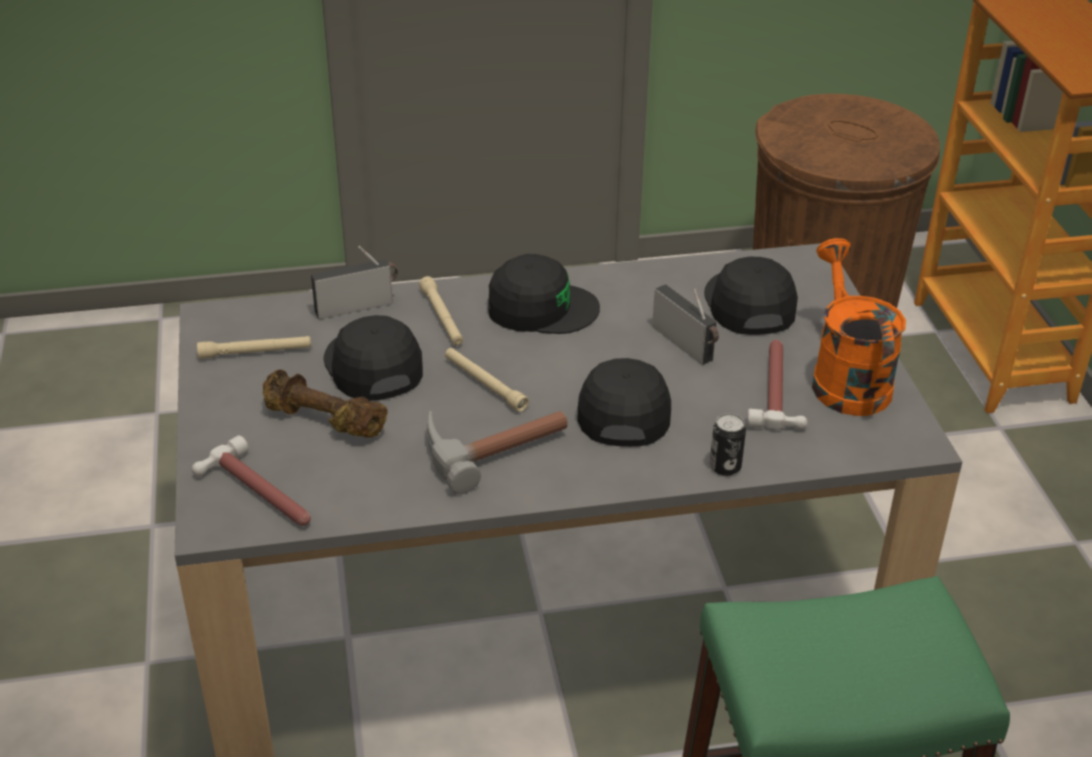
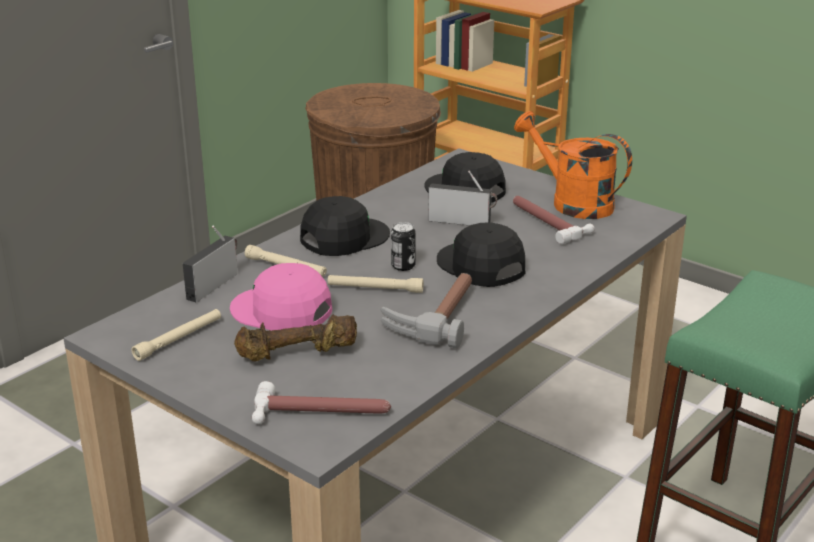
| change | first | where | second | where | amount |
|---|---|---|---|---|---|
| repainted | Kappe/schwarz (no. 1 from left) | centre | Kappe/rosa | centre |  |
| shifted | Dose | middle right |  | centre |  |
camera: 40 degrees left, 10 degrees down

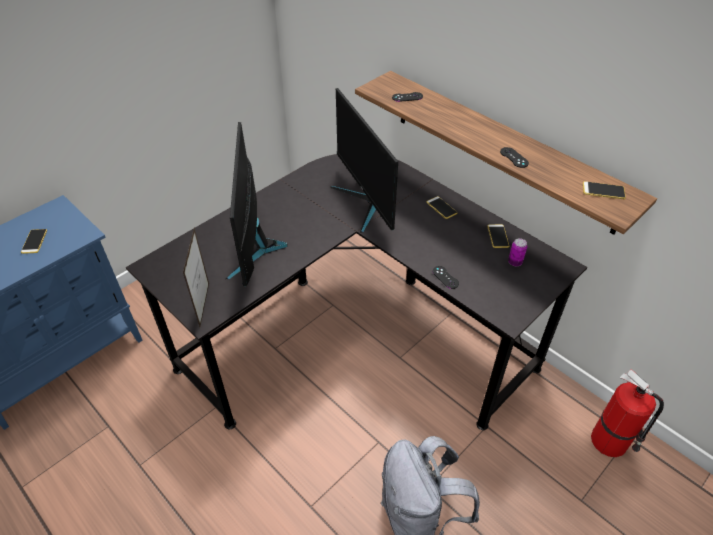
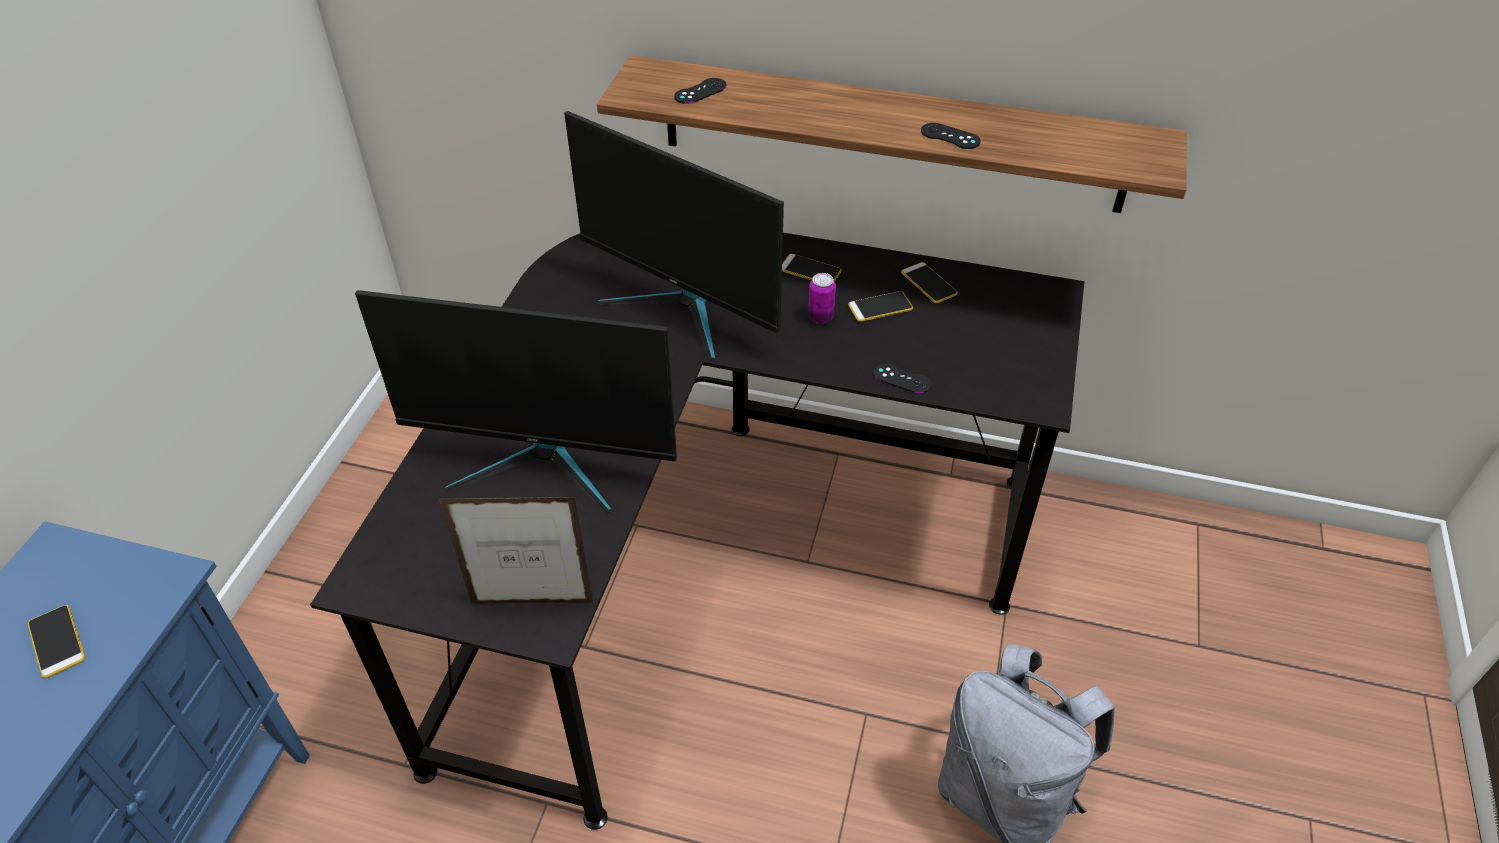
| change | first | where | second | where | amount |
|---|---|---|---|---|---|
| rotated | Monitor (no. 1 from left) | centre |  | centre | 45 degrees counterclockwise |
| shifted | Handy (no. 4 from left in the first image) | middle right | Handy (no. 3 from left) | centre |  |
| rotated | Bilderrahmen | middle left |  | centre | 60 degrees counterclockwise |
| shifted | Dose | middle right |  | centre |  |
| gone | Feuerlöscher | bottom right |  |  |  |
camera: 30 degrees left, 0 degrees up

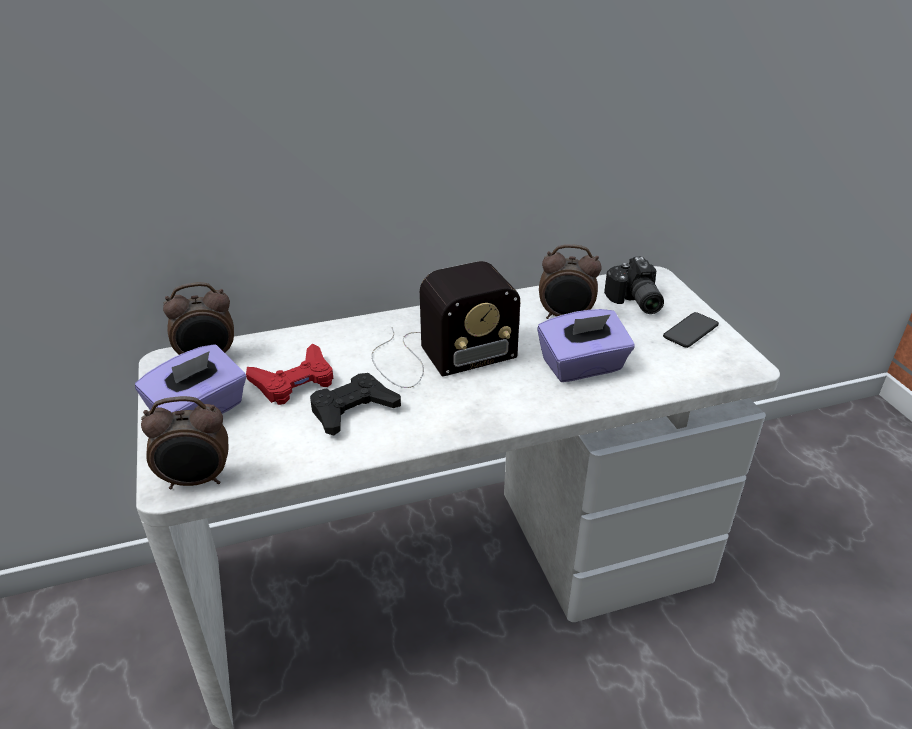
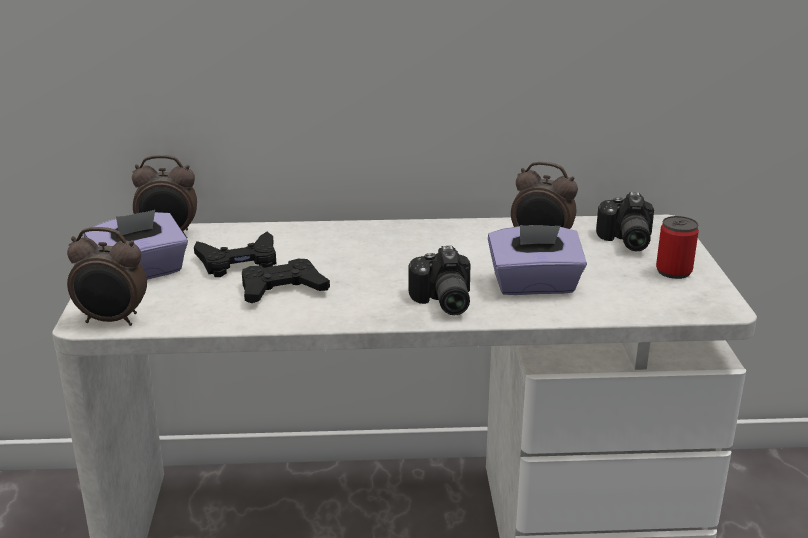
| change | first | where | second | where | amount |
|---|---|---|---|---|---|
| gone | Radio | centre |  |  |  |
| swapped | Handy | middle right | Dose | middle right |  |
| repainted | Gamepad/rot | middle left | Gamepad/schwarz (no. 1 from left) | middle left |  |
| new |  |  | Kamera (no. 1 from left) | centre |  |
camera: 15 degrees right, 10 degrees down

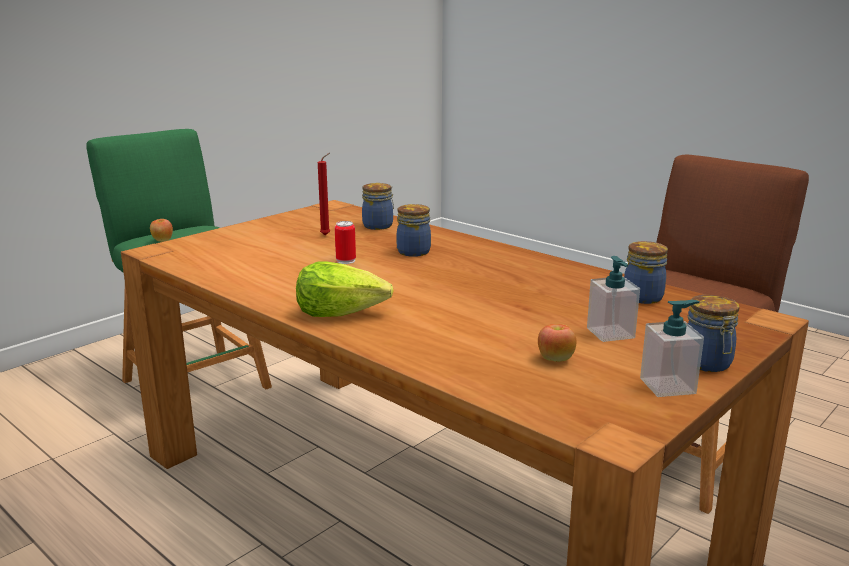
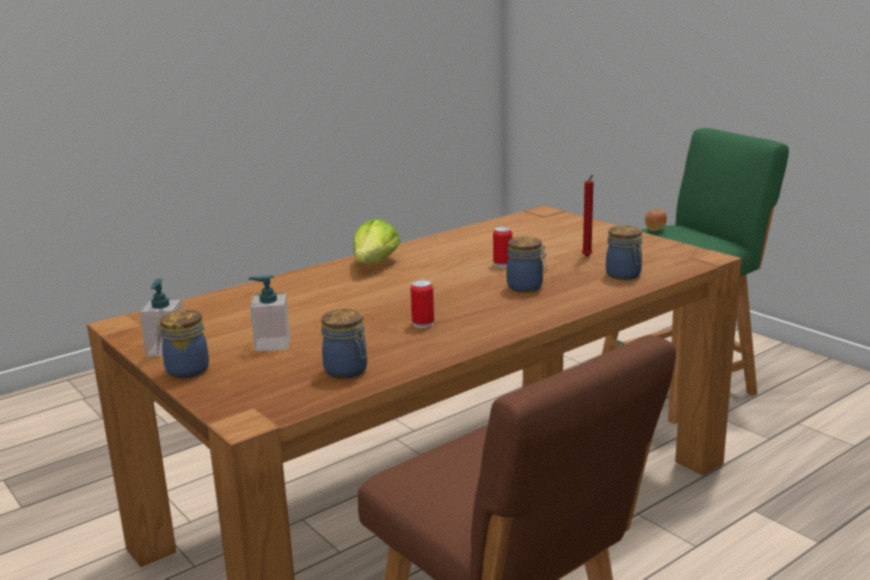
| change | first | where | second | where | amount |
|---|---|---|---|---|---|
| gone | Apfel (no. 2 from left) | centre |  |  |  |
| new |  |  | Dose (no. 1 from left) | centre |  |
camera: 100 degrees right, 0 degrees up

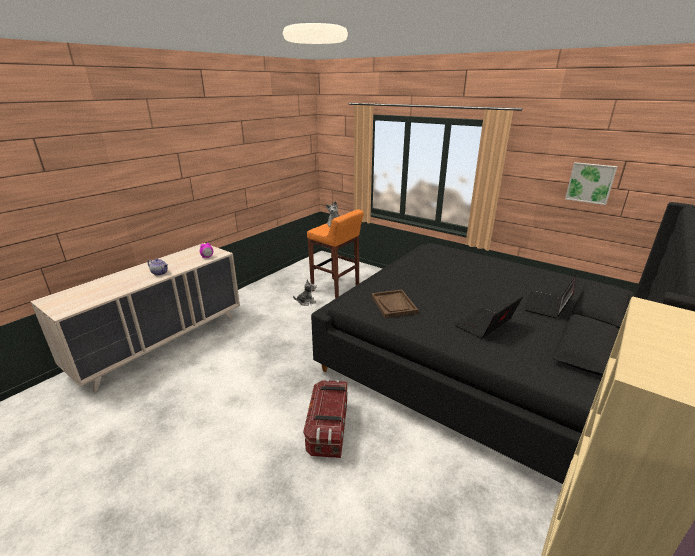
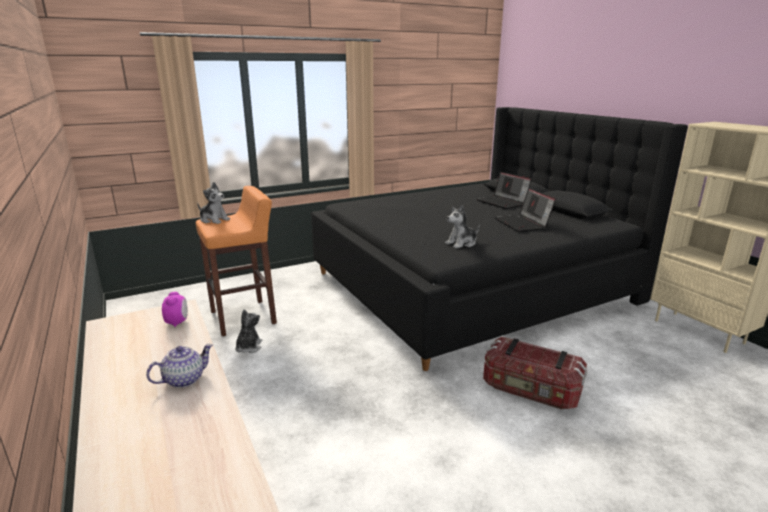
| change | first | where | second | where | amount |
|---|---|---|---|---|---|
| gone | Bild | top right |  |  |  |
| swapped | Tablett/braun | centre | Plüschtier (no. 3 from left) | centre |  |
camera: 65 degrees left, 5 degrees down

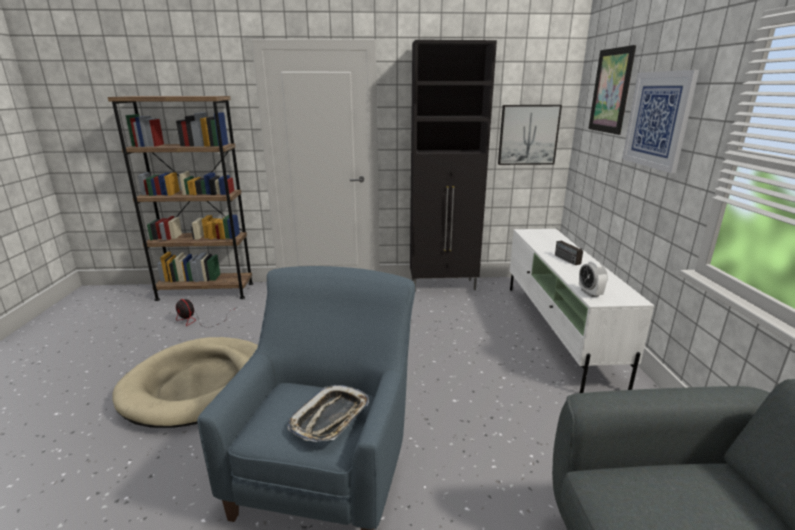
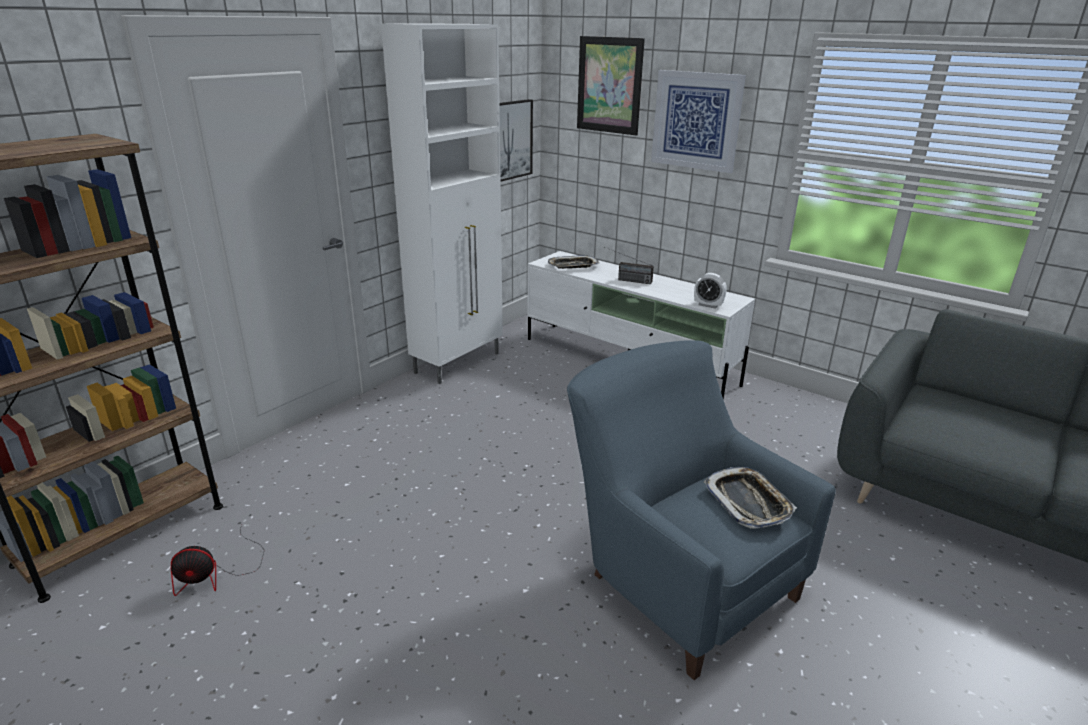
| change | first | where | second | where | amount |
|---|---|---|---|---|---|
| repainted | Schrank/schwarz | top centre | Schrank/weiß | top centre |  |
| gone | Hundebett/beige | bottom left |  |  |  |
| new |  |  | Tablett (no. 1 from left) | centre |  |
camera: 50 degrees left, 5 degrees up

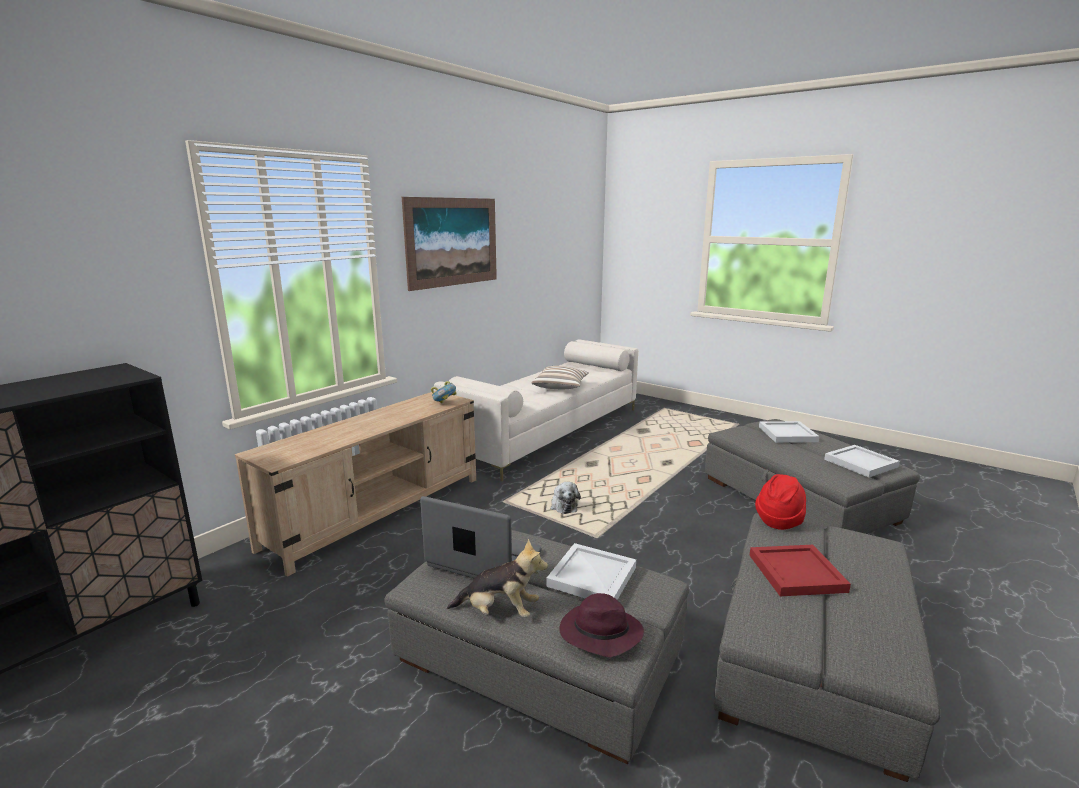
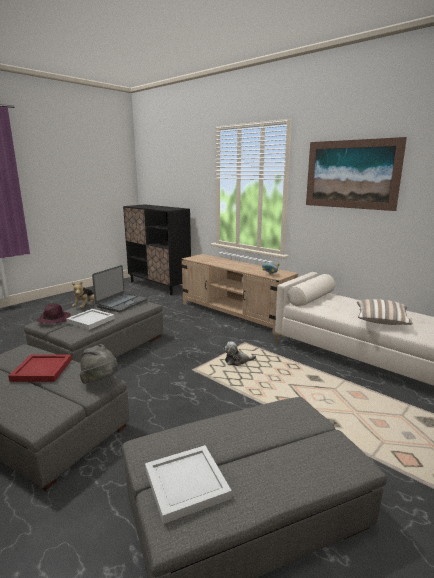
| change | first | where | second | where | amount |
|---|---|---|---|---|---|
| gone | Tablett/weiß (no. 2 from left) | middle right |  |  |  |
| repainted | Hut/rot | middle right | Hut/grau | middle left |  |
camera: 95 degrees right, 0 degrees up

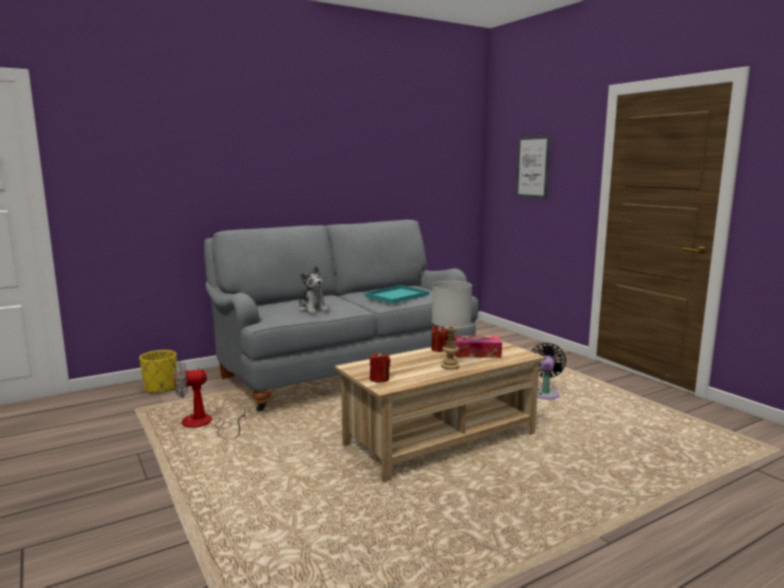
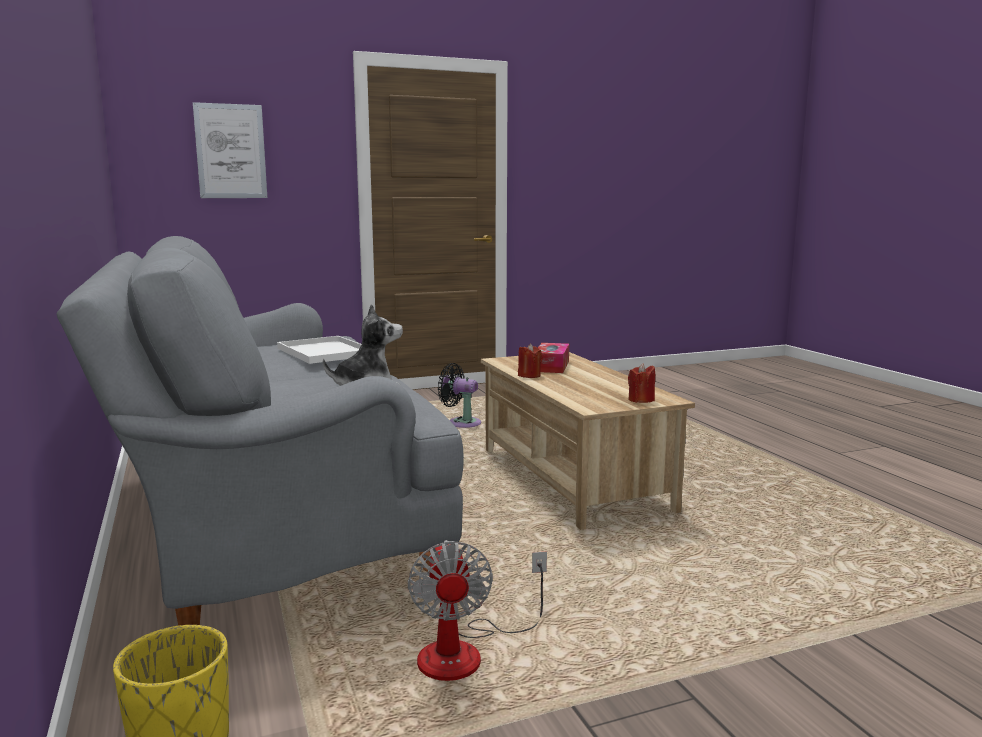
| change | first | where | second | where | amount |
|---|---|---|---|---|---|
| gone | Tischlampe/grau | centre |  |  |  |
| repainted | Tablett/türkis | centre | Tablett/weiß | middle left |  |
camera: 80 degrees left, 0 degrees up

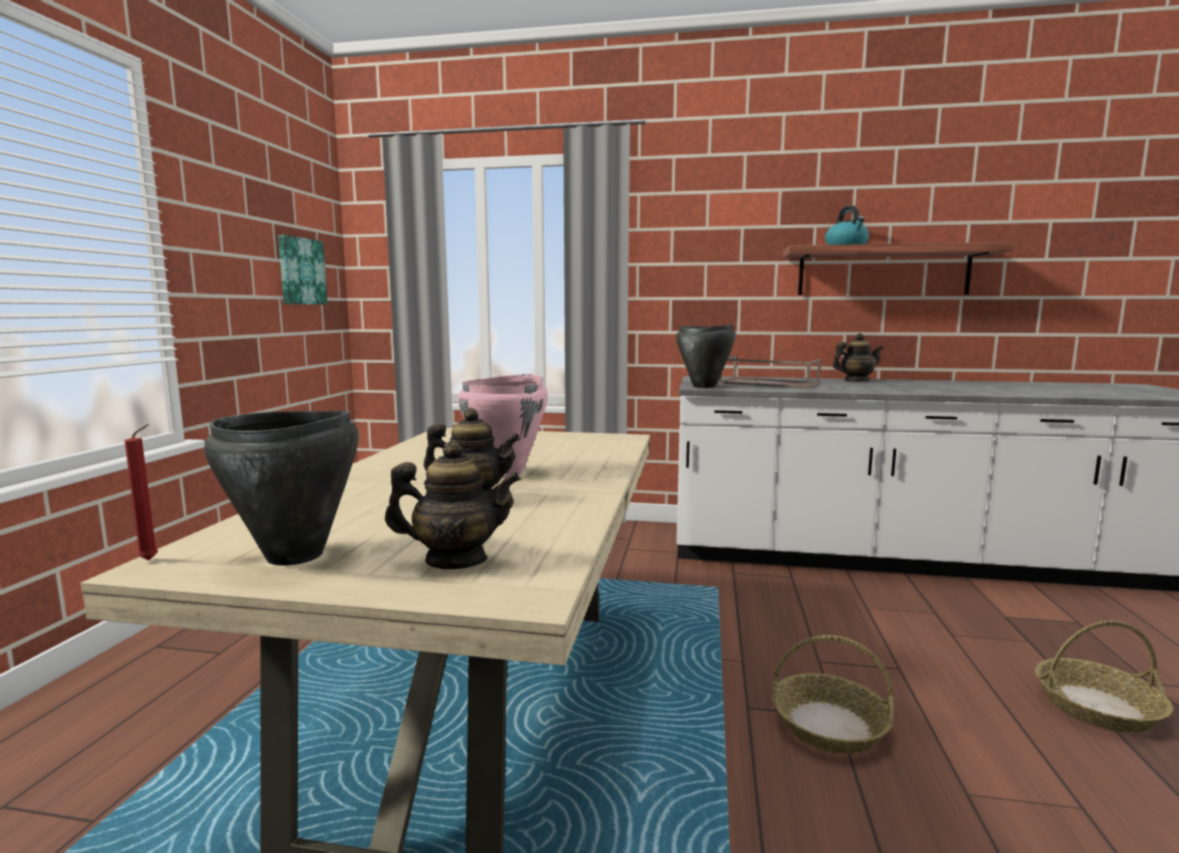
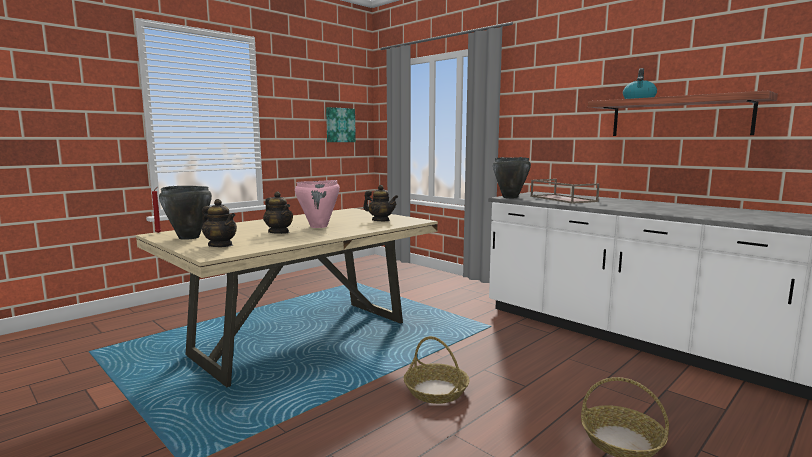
| change | first | where | second | where | amount |
|---|---|---|---|---|---|
| shifted | Teekanne (no. 3 from left) | middle right |  | centre |  |
camera: 35 degrees right, 0 degrees up

